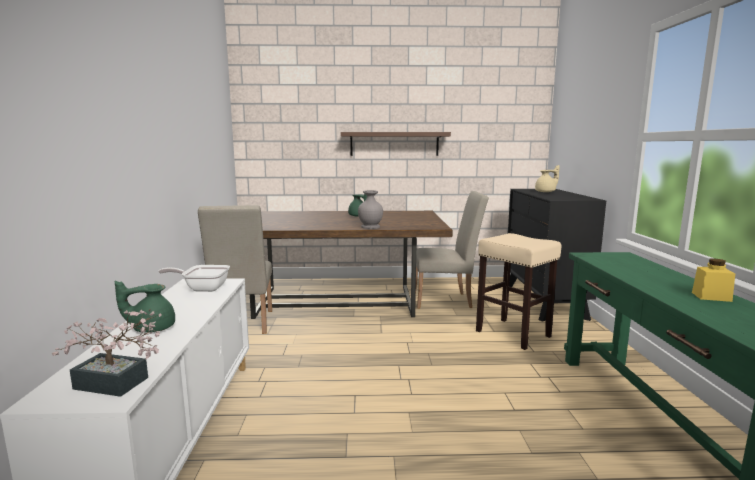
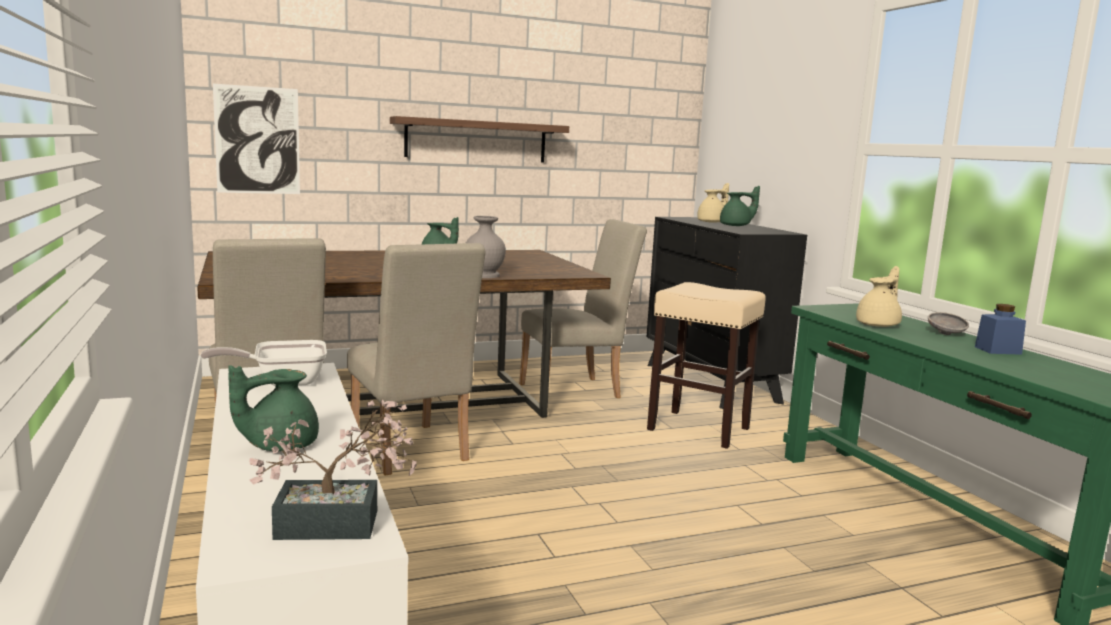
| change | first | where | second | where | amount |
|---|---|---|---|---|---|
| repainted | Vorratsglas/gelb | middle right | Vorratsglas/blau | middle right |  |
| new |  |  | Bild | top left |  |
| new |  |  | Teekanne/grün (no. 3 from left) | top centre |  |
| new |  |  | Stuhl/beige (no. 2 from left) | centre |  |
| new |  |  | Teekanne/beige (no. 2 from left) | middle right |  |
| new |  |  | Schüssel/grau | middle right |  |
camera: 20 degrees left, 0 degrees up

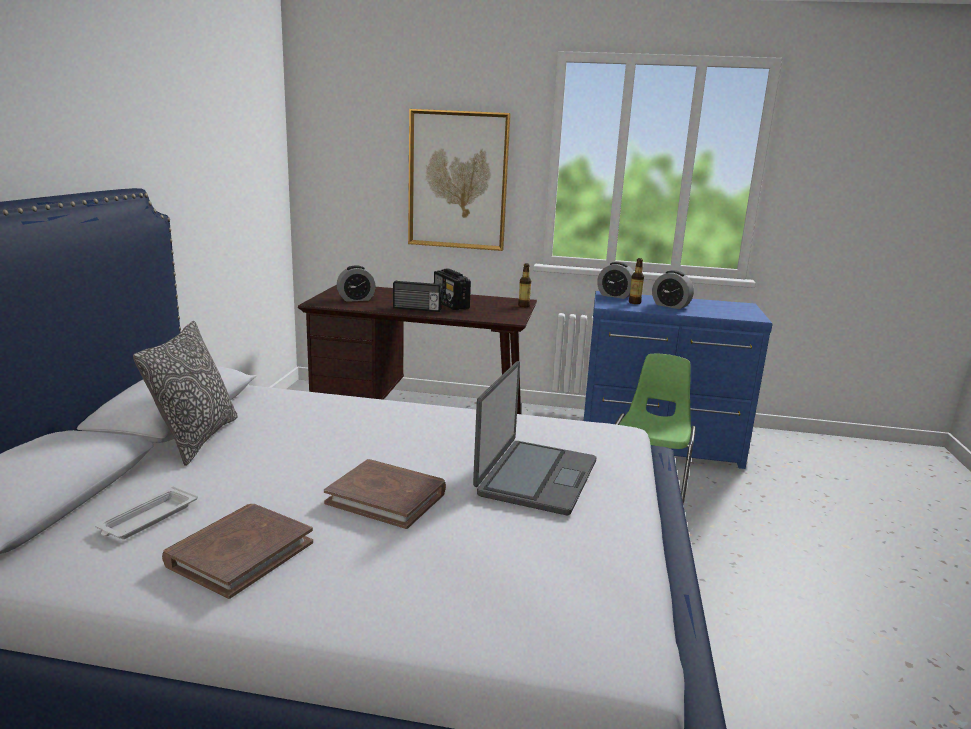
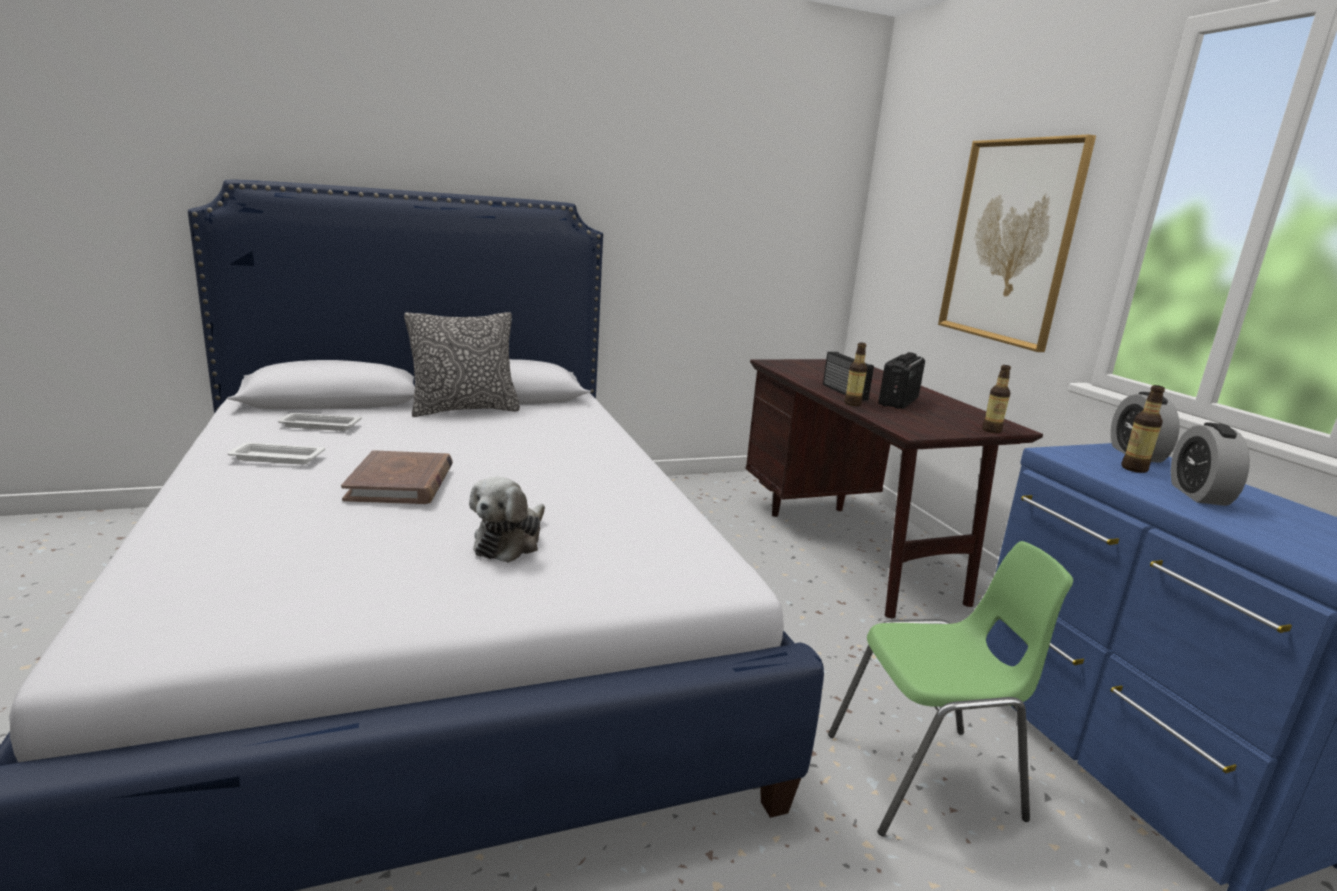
| change | first | where | second | where | amount |
|---|---|---|---|---|---|
| gone | Wecker (no. 1 from left) | centre |  |  |  |
| swapped | Laptop | centre | Plüschtier | centre |  |
| swapped | Buch/braun (no. 1 from left) | bottom left | Tablett/weiß (no. 1 from left) | middle left |  |
| new |  |  | Flasche (no. 1 from left) | centre |  |
camera: 60 degrees right, 0 degrees up

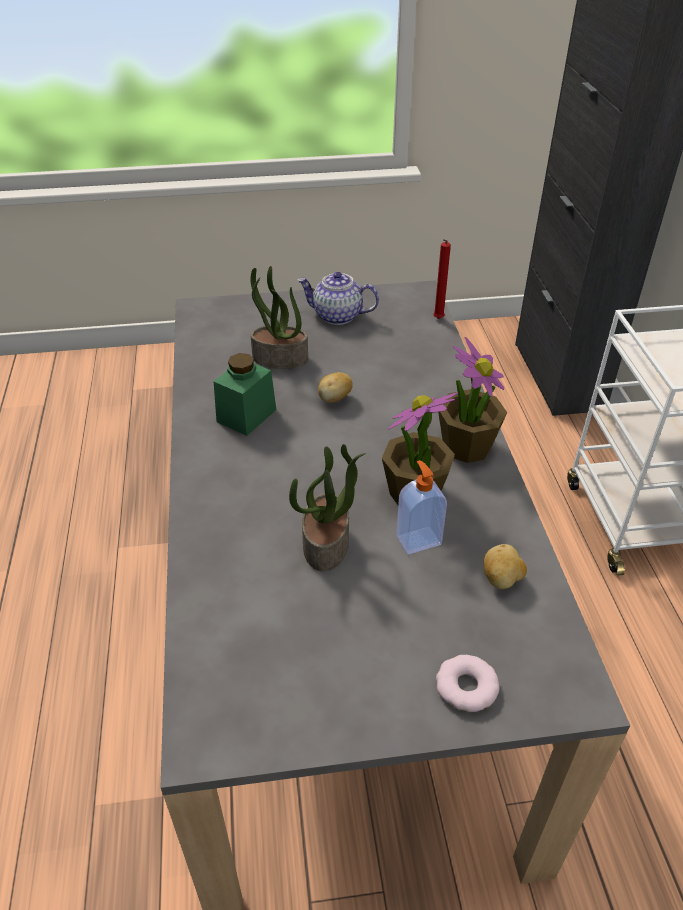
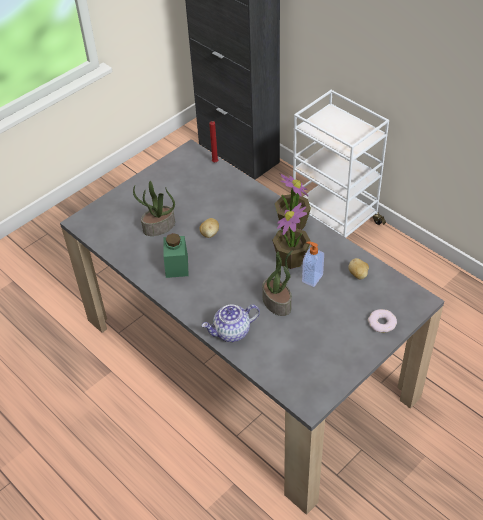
| change | first | where | second | where | amount |
|---|---|---|---|---|---|
| shifted | Teekanne | top centre |  | centre |  |
camera: 35 degrees left, 5 degrees up

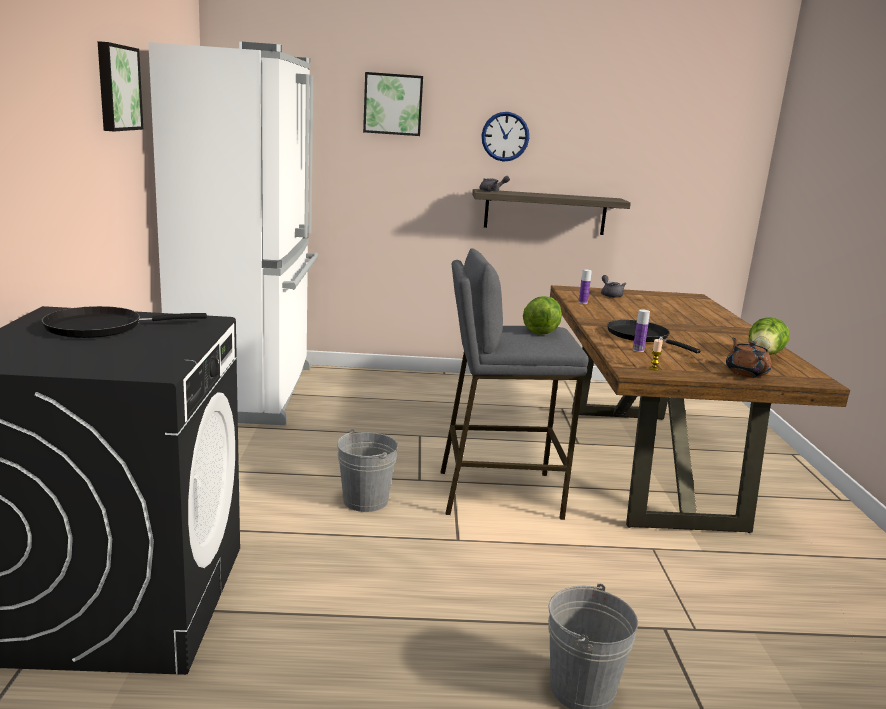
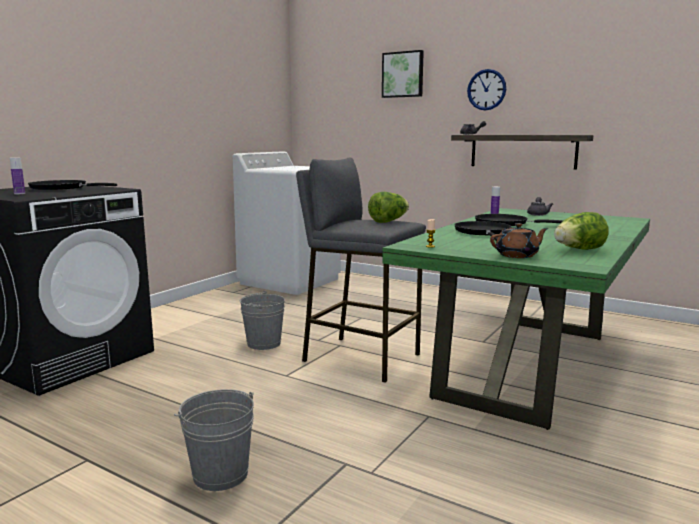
| change | first | where | second | where | amount |
|---|---|---|---|---|---|
| gone | Bild (no. 1 from left) | top left |  |  |  |
| swapped | Kühlschrank/weiß | top left | Waschmaschine/weiß | centre |  |
| repainted | Esstisch/braun | middle right | Esstisch/grün | middle right |  |
| shifted | Flasche (no. 2 from left in the first image) | middle right | Flasche (no. 1 from left) | middle left |  |
| rotated | Teekanne/braun | middle right |  | middle right | 45 degrees clockwise |
| new |  |  | Pfanne/schwarz (no. 3 from left) | middle right |  |
camera: 35 degrees right, 5 degrees down

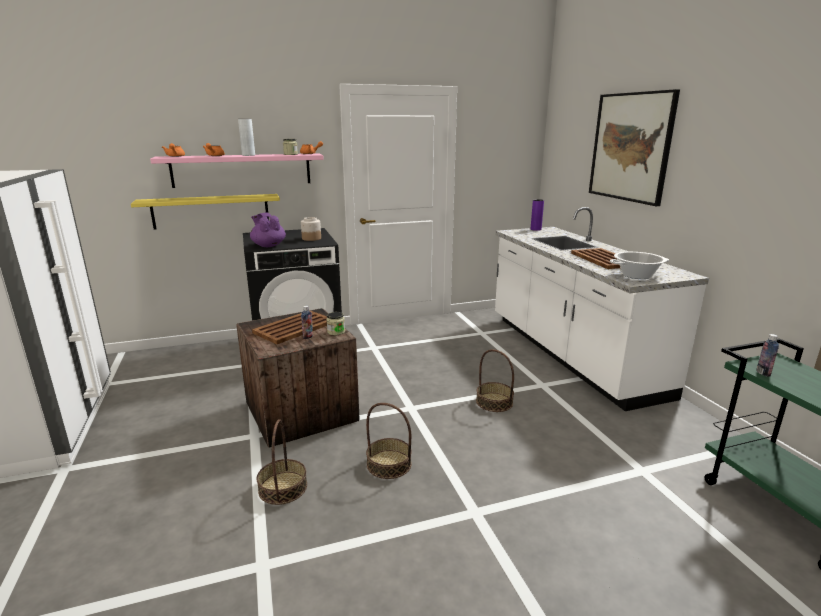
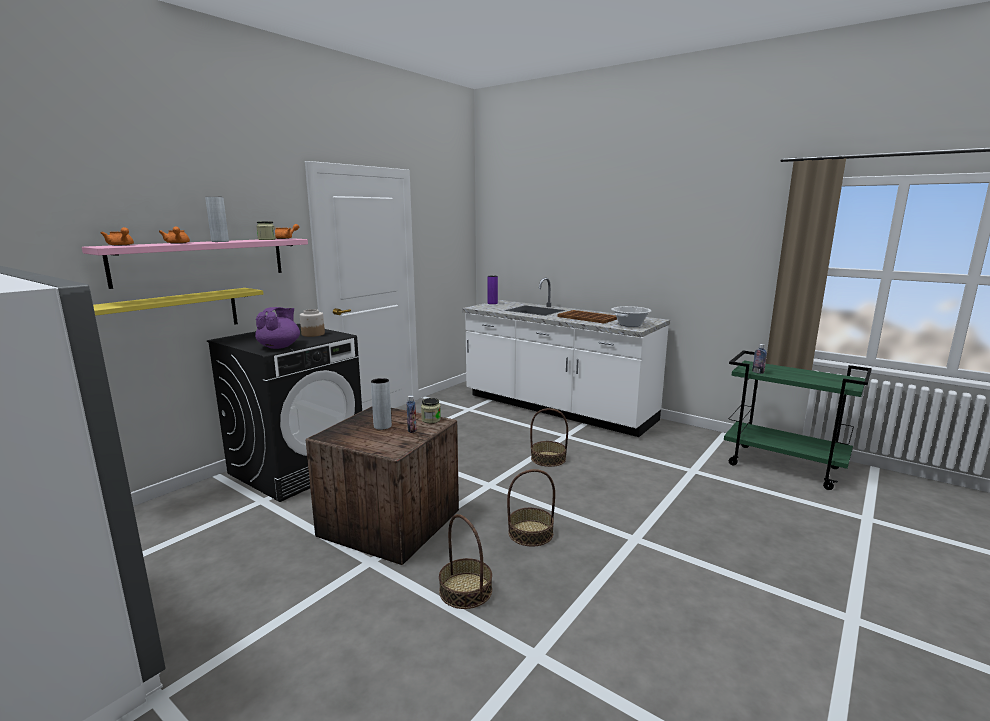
| change | first | where | second | where | amount |
|---|---|---|---|---|---|
| gone | Bild | top right |  |  |  |
| rotated | Teekanne/lila | middle left |  | middle left | 90 degrees clockwise |
| swapped | Tablett/braun (no. 1 from left) | centre | Vase/grau (no. 2 from left) | centre |  |
camera: 35 degrees left, 5 degrees down

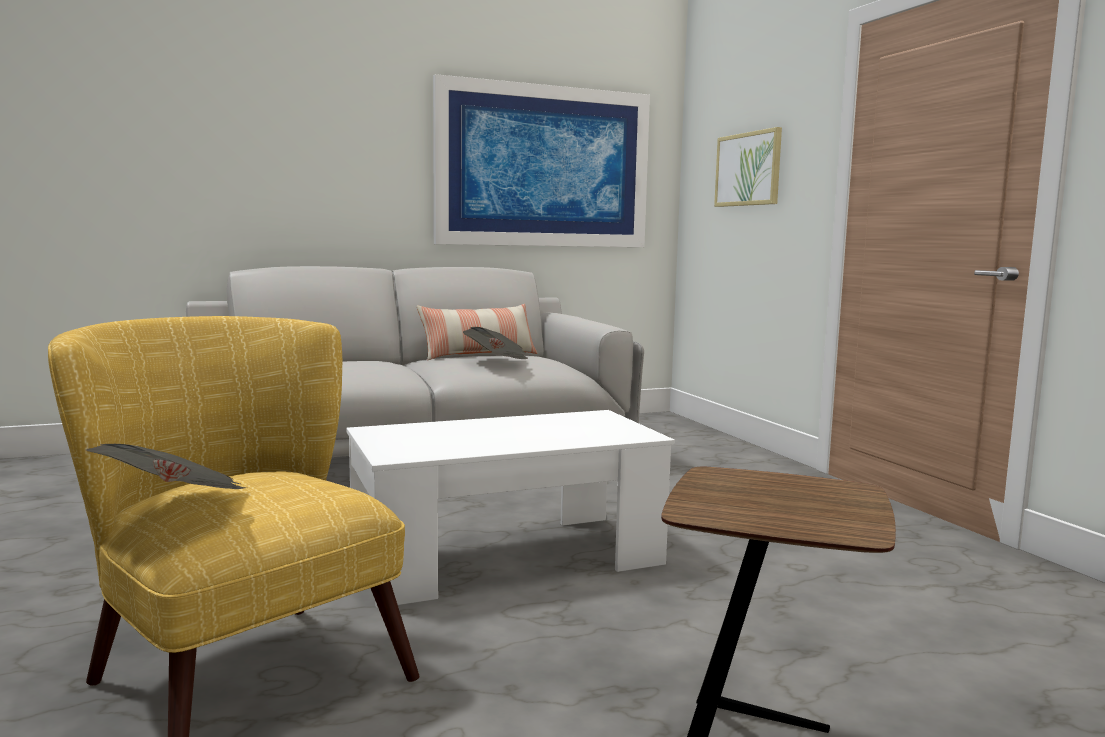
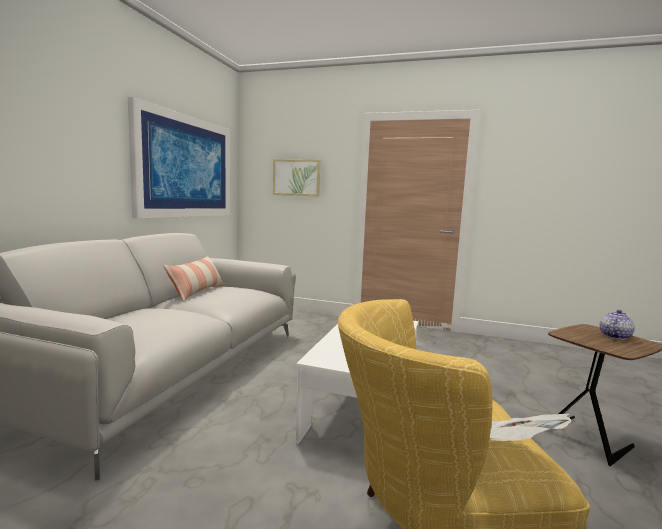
| change | first | where | second | where | amount |
|---|---|---|---|---|---|
| gone | Zeitung (no. 2 from left) | centre |  |  |  |
| new |  |  | Teekanne | middle right |  |
camera: 50 degrees left, 0 degrees up

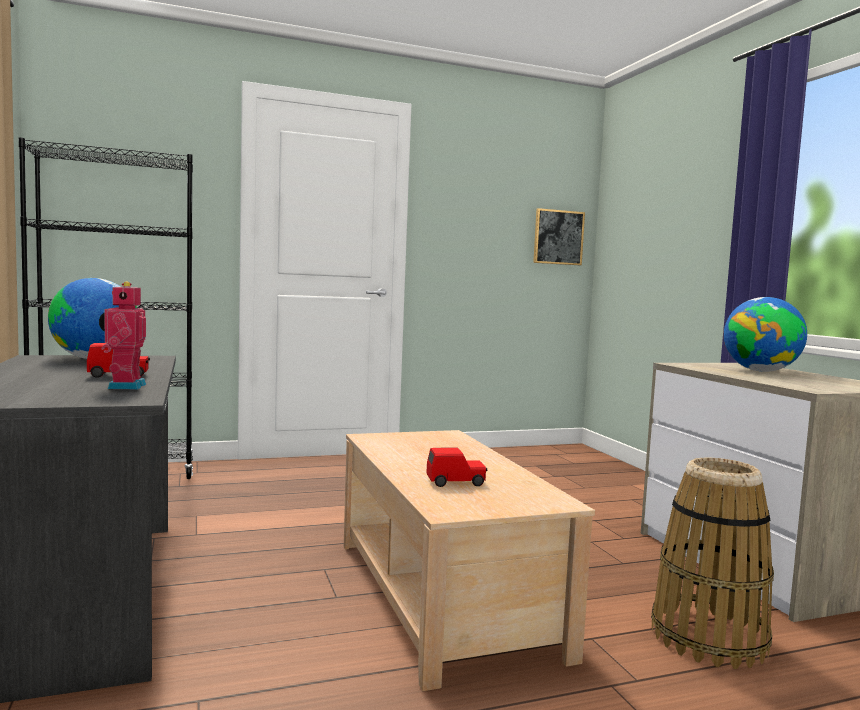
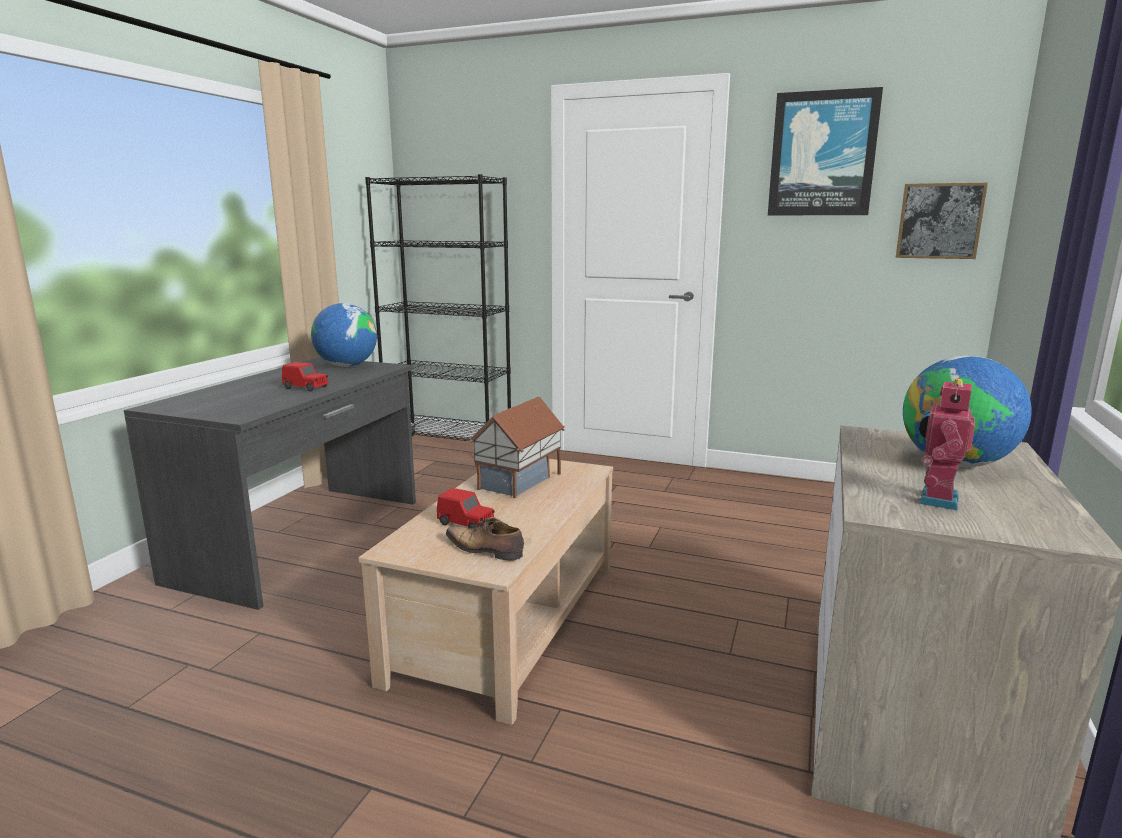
| change | first | where | second | where | amount |
|---|---|---|---|---|---|
| shifted | Spielzeugroboter | middle left |  | middle right |  |
| gone | Korb | bottom right |  |  |  |
| new |  |  | Bild (no. 1 from left) | top right |  |
| new |  |  | Spielzeughaus | centre |  |
| new |  |  | Schuh | centre |  |
camera: 40 degrees right, 10 degrees up

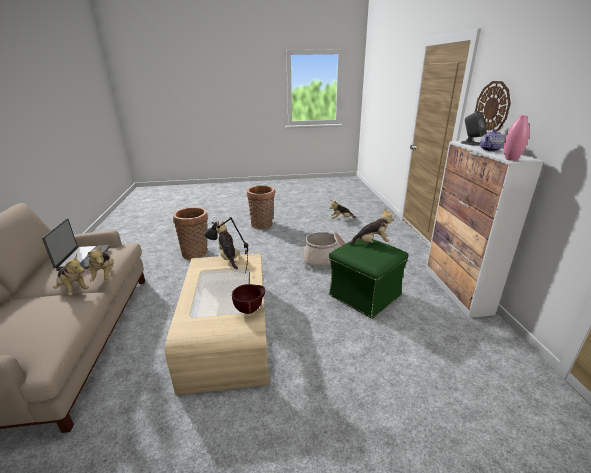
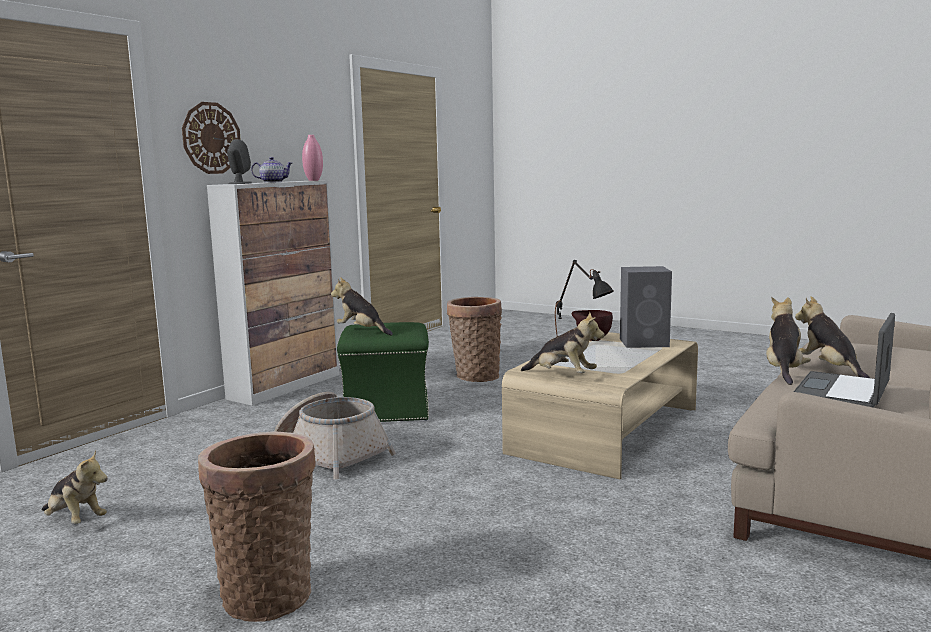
| change | first | where | second | where | amount |
|---|---|---|---|---|---|
| shifted | Korb (no. 1 from left in the first image) | middle left | Korb (no. 3 from left) | centre |  |
| rotated | Plüschtier (no. 3 from left) | centre |  | centre | 75 degrees counterclockwise |
| new |  |  | Lautsprecher/grau (no. 2 from left) | middle right |  |
camera: 140 degrees left, 15 degrees down

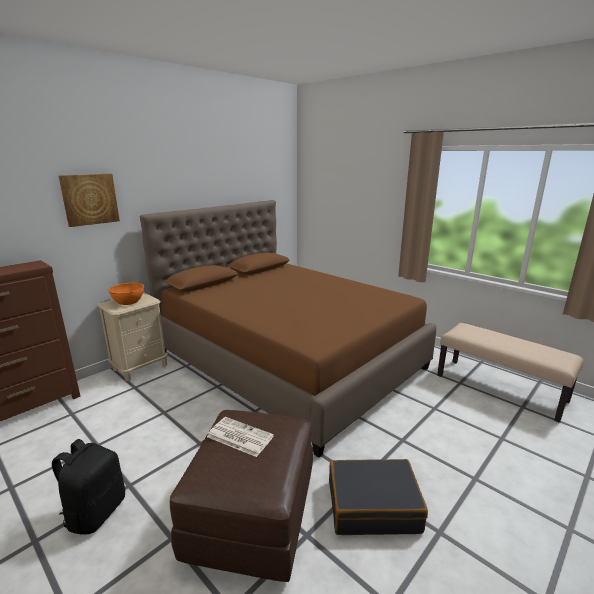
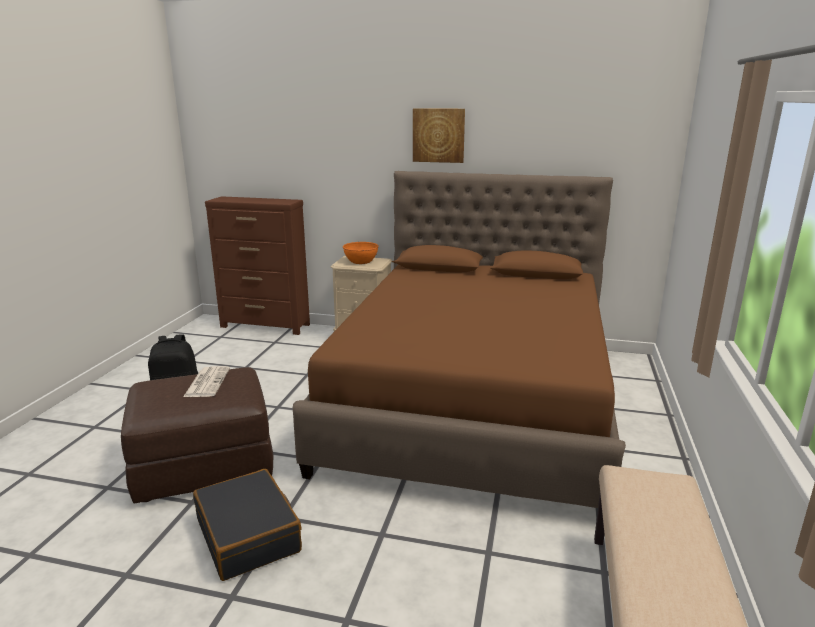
| change | first | where | second | where | amount |
|---|---|---|---|---|---|
| shifted | Bild | middle left |  | top centre |  |
camera: 60 degrees right, 0 degrees up

